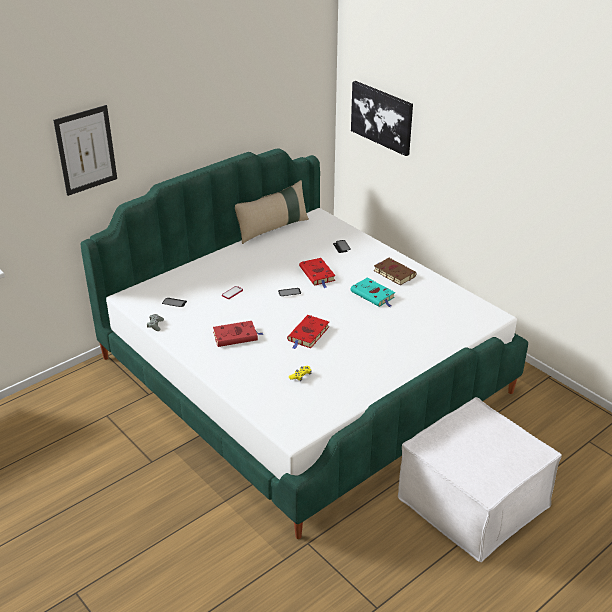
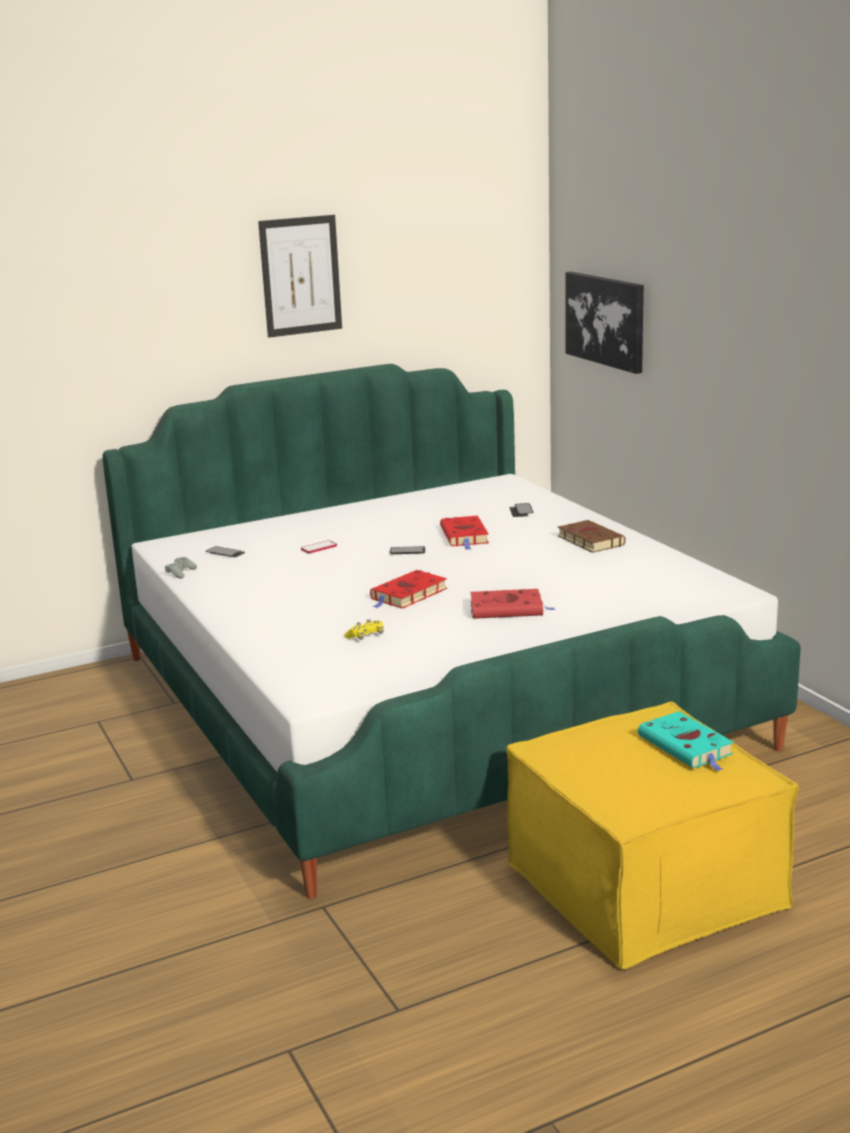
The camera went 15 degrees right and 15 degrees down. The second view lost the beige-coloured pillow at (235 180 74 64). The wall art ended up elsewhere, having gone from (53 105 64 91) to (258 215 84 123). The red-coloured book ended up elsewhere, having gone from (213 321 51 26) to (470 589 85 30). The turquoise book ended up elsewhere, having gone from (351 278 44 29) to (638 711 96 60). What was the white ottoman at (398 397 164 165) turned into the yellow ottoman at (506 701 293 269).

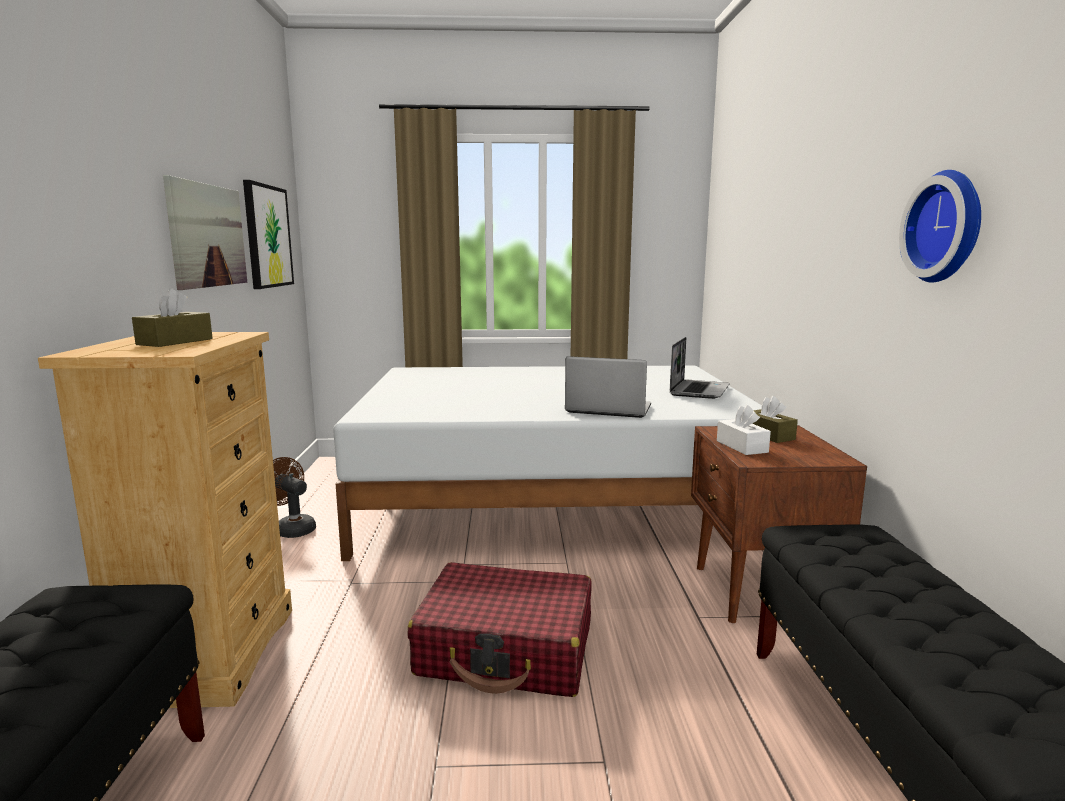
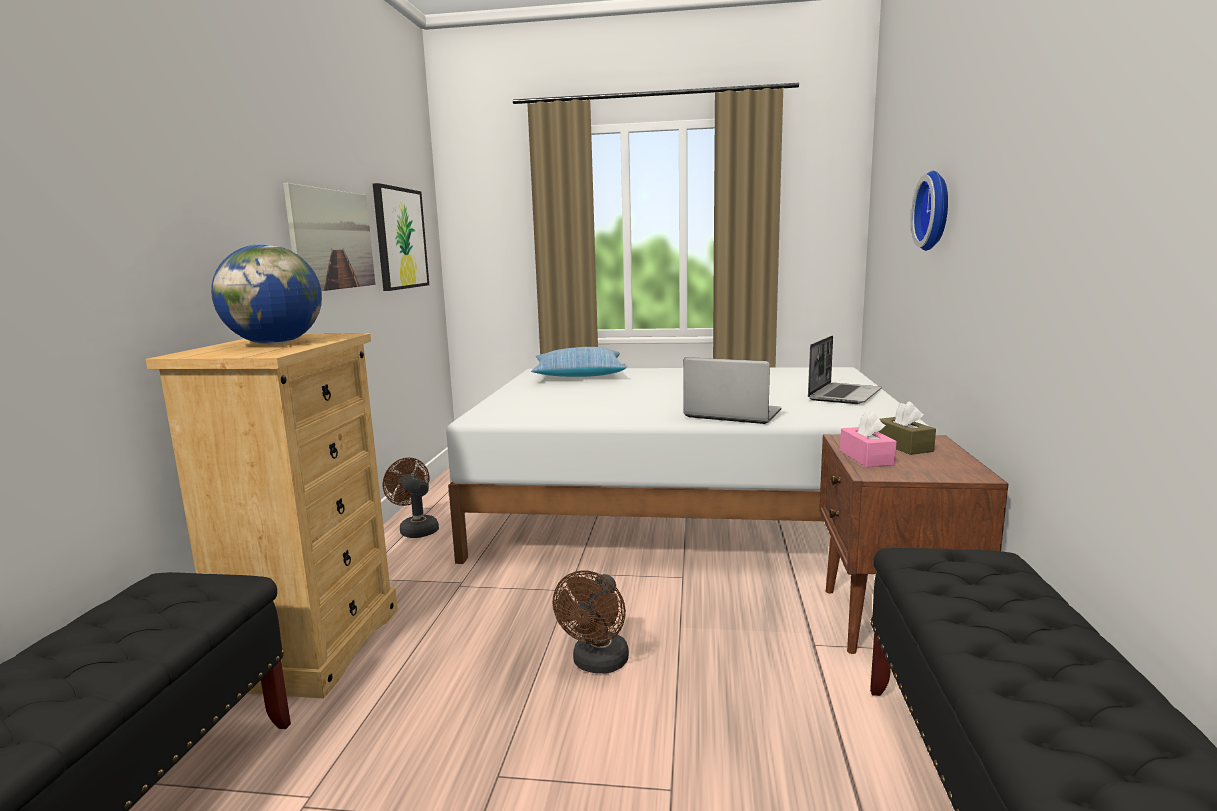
The camera went 10 degrees right and 0 degrees up. The second view gained the pillow at (531 347 95 30). The wall clock ended up elsewhere, having gone from (899 170 82 113) to (911 170 37 81). Where the brownish tissue holder stood at (132 288 81 59), the world globe came to stand at (211 244 111 100). Where the red-coloured piece of luggage stood at (407 562 185 135), the brownish fan came to stand at (553 570 76 103). What was the white tissue holder at (717 405 54 50) turned into the pink tissue holder at (840 411 57 56).

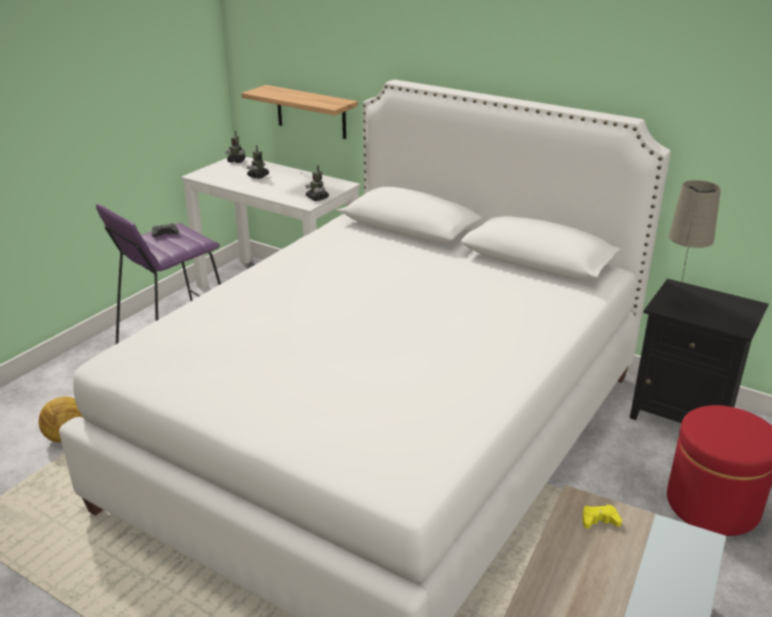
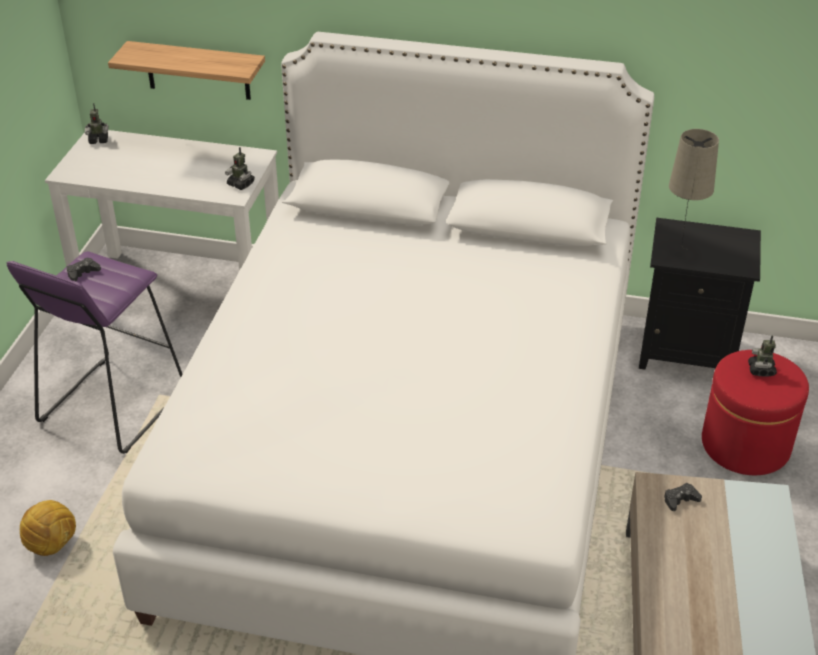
The camera went 20 degrees left and 10 degrees up. The toy robot ended up elsewhere, having gone from (247 145 22 34) to (748 336 29 41). What was the yellow game controller at (582 505 40 23) turned into the black game controller at (664 483 38 28).

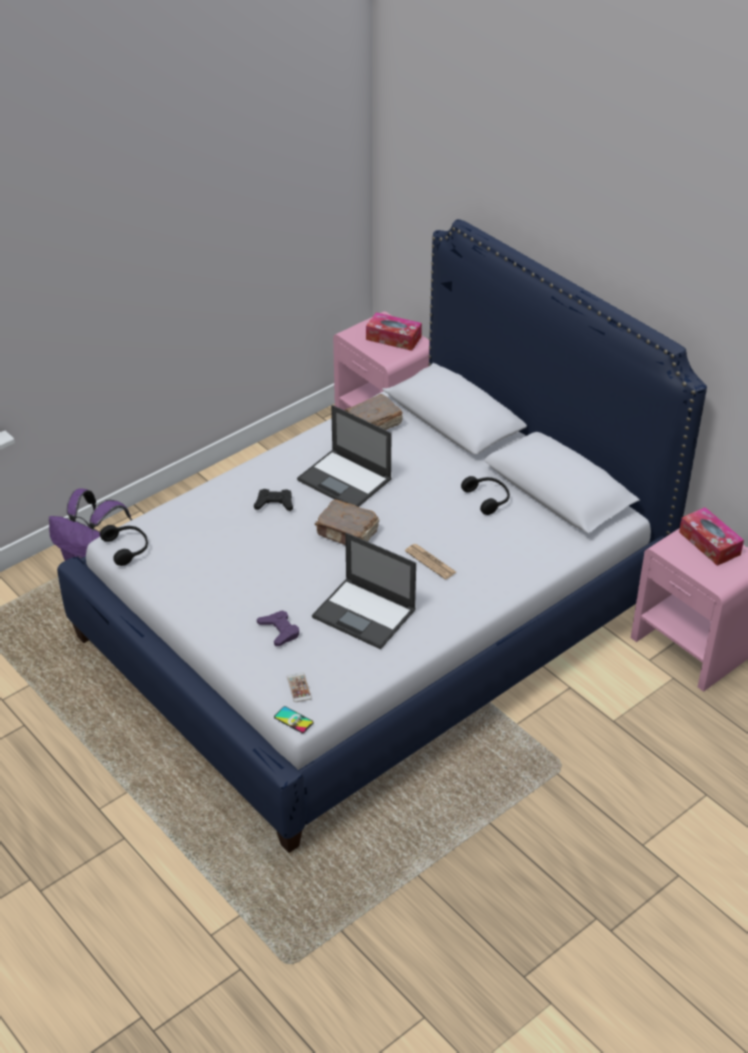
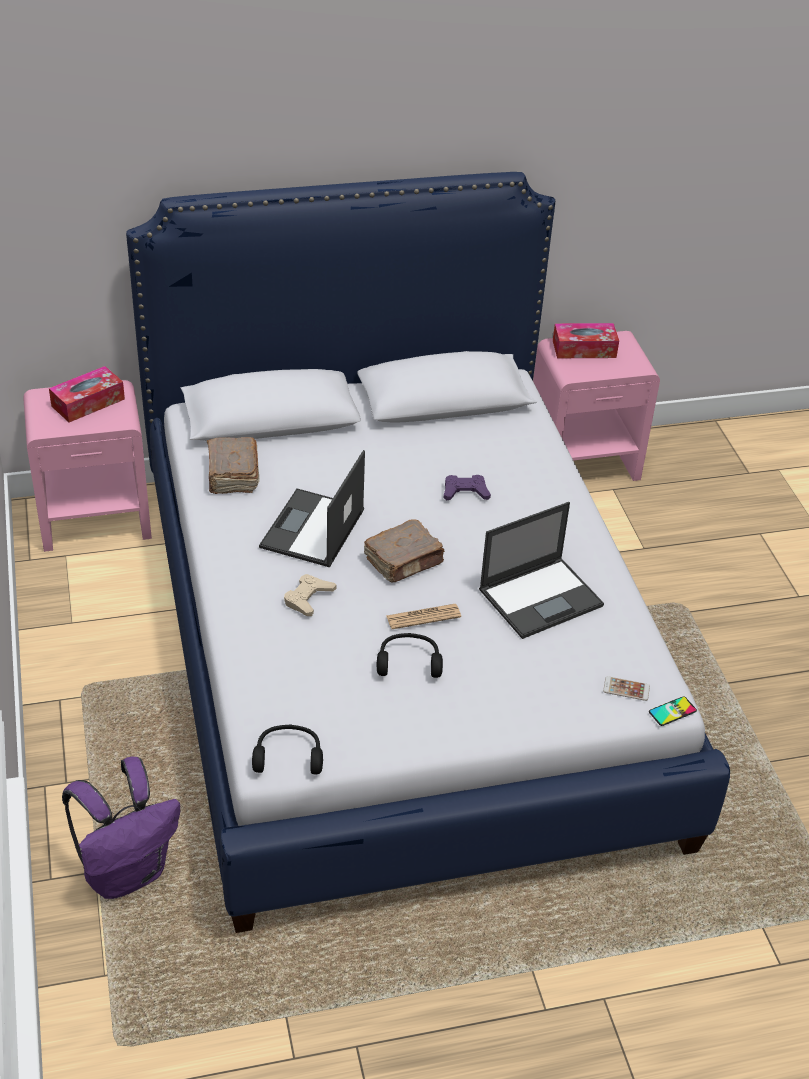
The camera went 65 degrees left and 0 degrees up. The purple-coloured game controller ended up elsewhere, having gone from (257 610 42 36) to (444 475 47 26). The daily paper ended up elsewhere, having gone from (405 544 51 35) to (386 604 75 25). The black headphones ended up elsewhere, having gone from (461 476 49 39) to (377 633 66 45). What was the black game controller at (254 489 39 22) turned into the beige-coloured game controller at (284 574 52 42). The laptop at (297 405 95 102) ended up facing another way, 135 degrees clockwise from before.

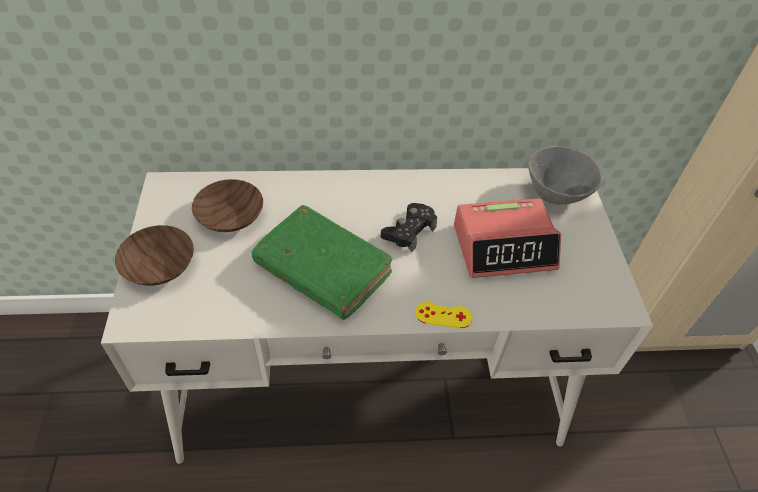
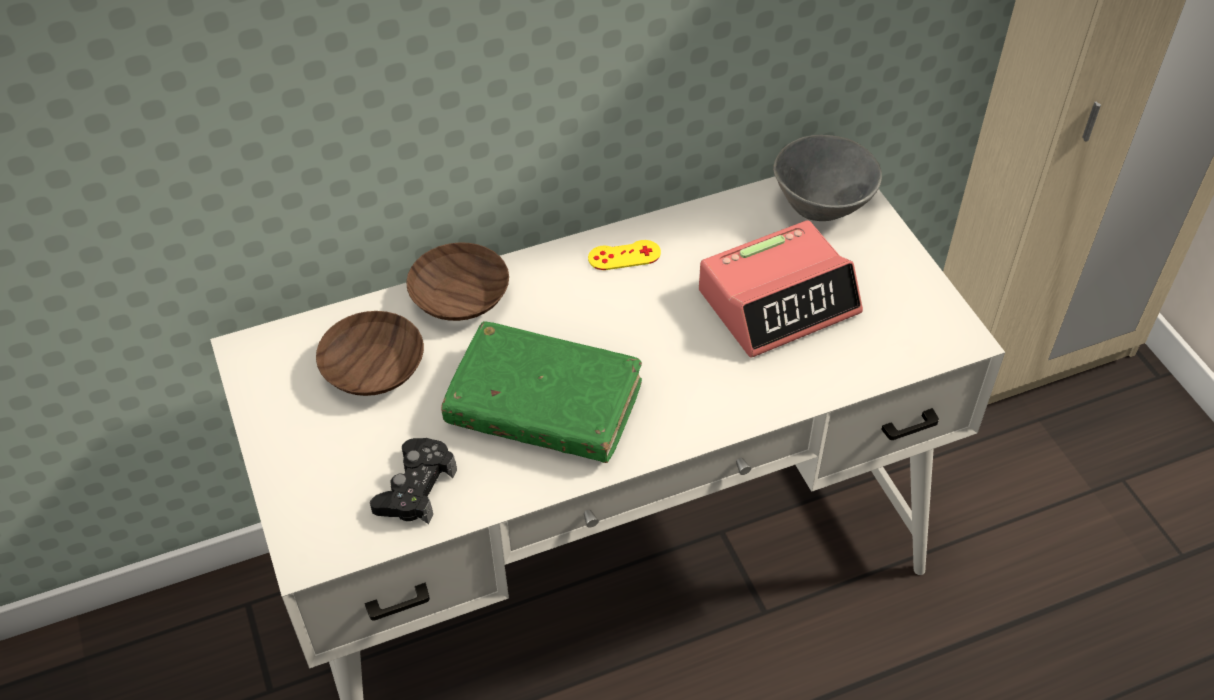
The camera went 15 degrees left and 0 degrees up. The brownish serving bowl ended up elsewhere, having gone from (115 225 79 61) to (406 242 103 79). The black game controller ended up elsewhere, having gone from (381 203 56 49) to (370 438 87 86). The yellow game controller ended up elsewhere, having gone from (415 302 57 26) to (588 240 73 30).

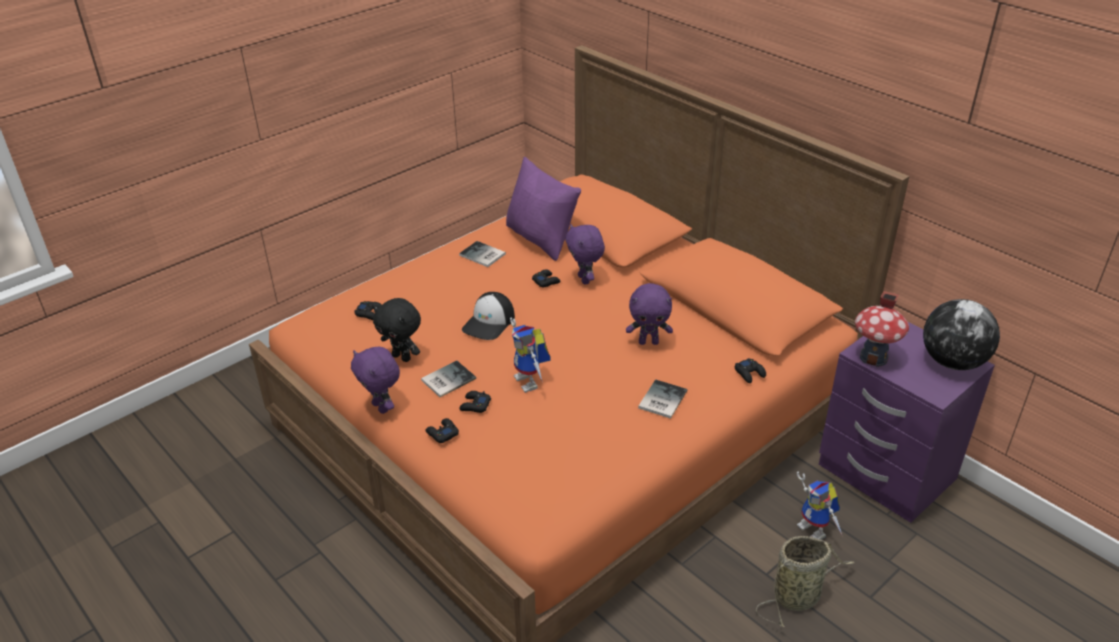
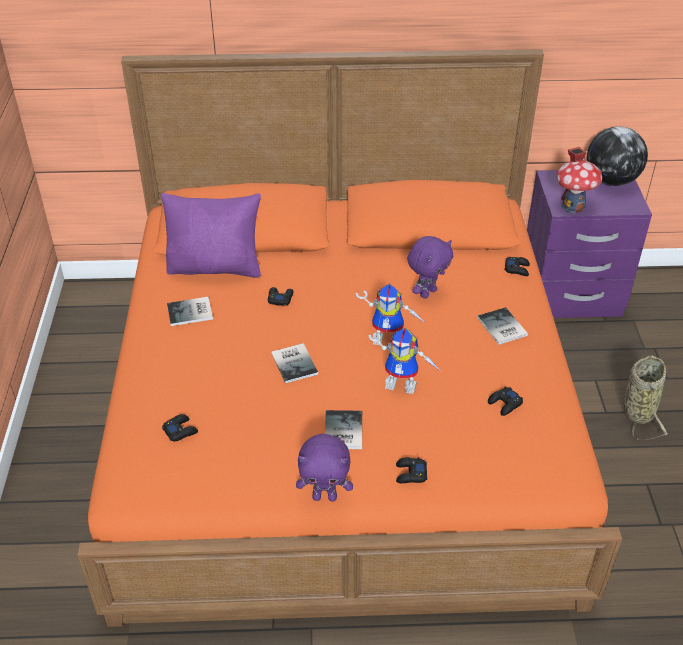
The camera went 50 degrees left and 5 degrees up. The second view lost the black cuddly toy at (373 298 48 64). The second view lost the purple-coloured cuddly toy at (565 224 40 60). The black game controller ended up elsewhere, having gone from (459 391 32 22) to (488 387 35 29). The toy robot ended up elsewhere, having gone from (797 471 45 69) to (356 284 69 61). Where the peaked cap stood at (462 292 53 48), the book came to stand at (271 343 47 40).

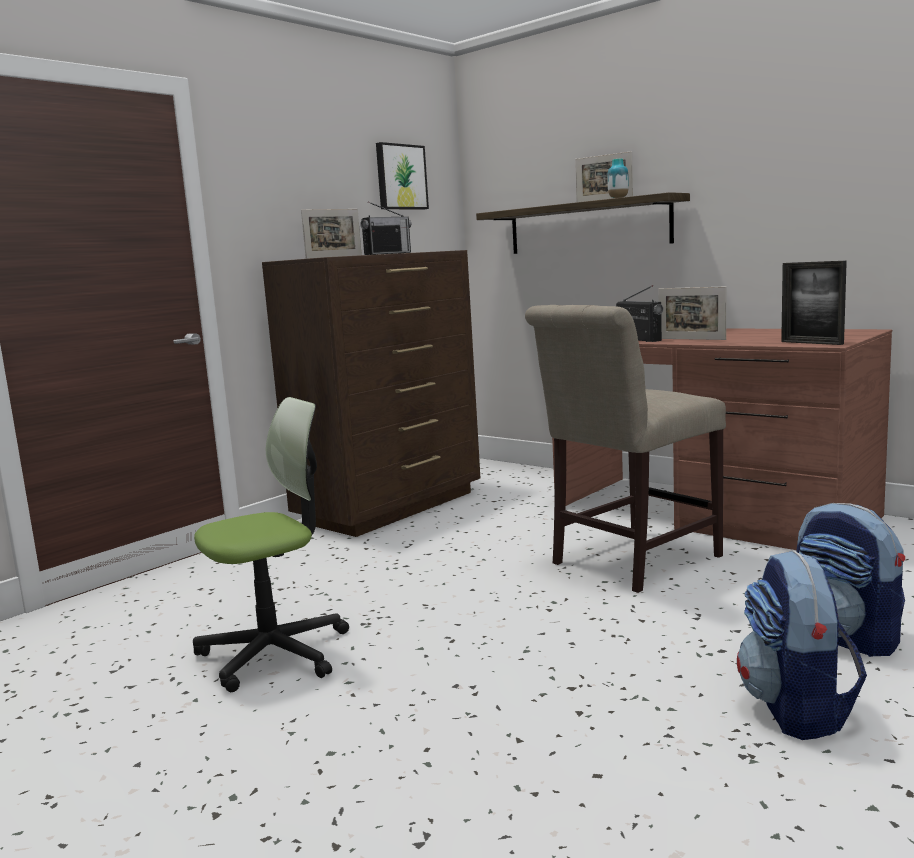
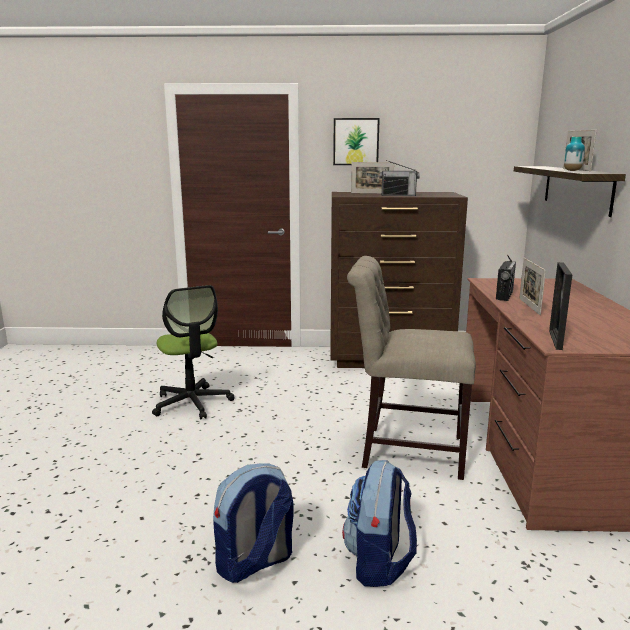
The camera went 50 degrees right and 5 degrees up. The wall art ended up elsewhere, having gone from (376 142 53 67) to (333 118 47 47). The desk chair at (193 397 156 295) ended up facing another way, 45 degrees clockwise from before.

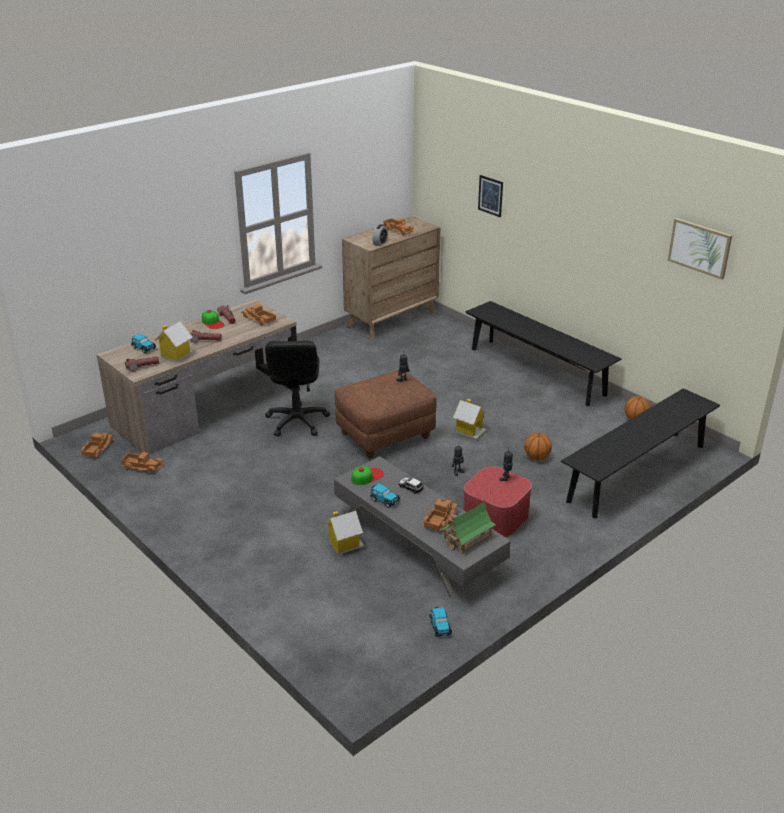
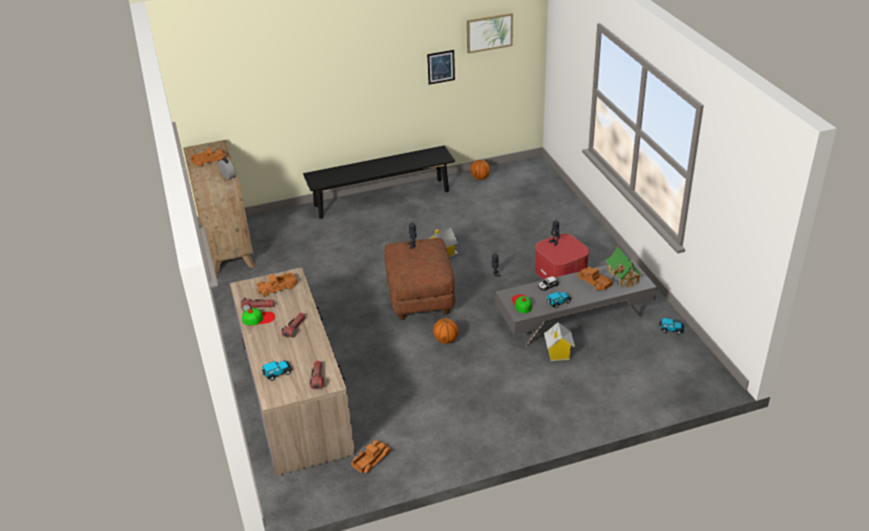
The camera went 65 degrees left and 5 degrees up. The second view lost the toy lorry at (81 432 33 25). The second view lost the model house at (155 321 38 42). The second view lost the black desk chair at (265 340 65 97). The second view lost the black bench at (561 388 159 130). The wall art ended up elsewhere, having gone from (478 175 25 42) to (427 50 28 35). The basketball ended up elsewhere, having gone from (525 433 27 27) to (433 318 25 26).

